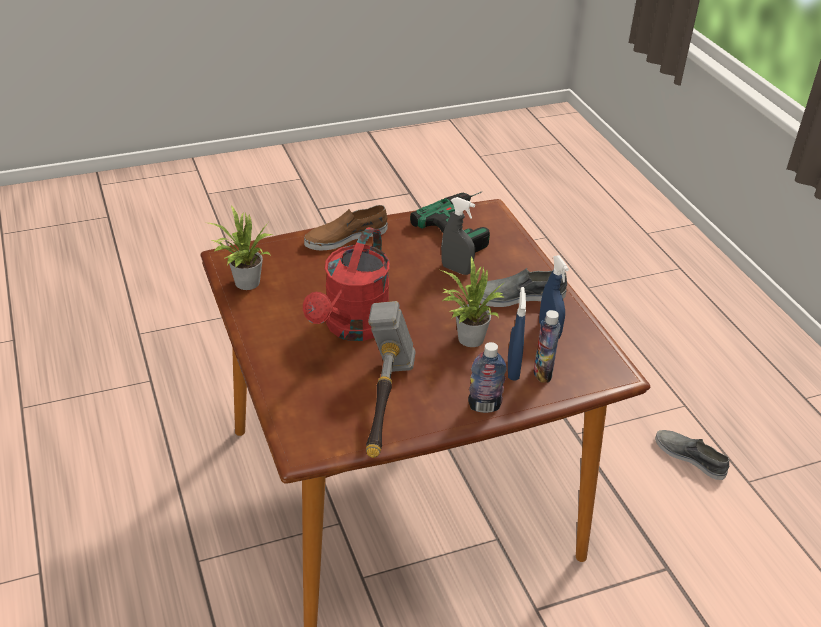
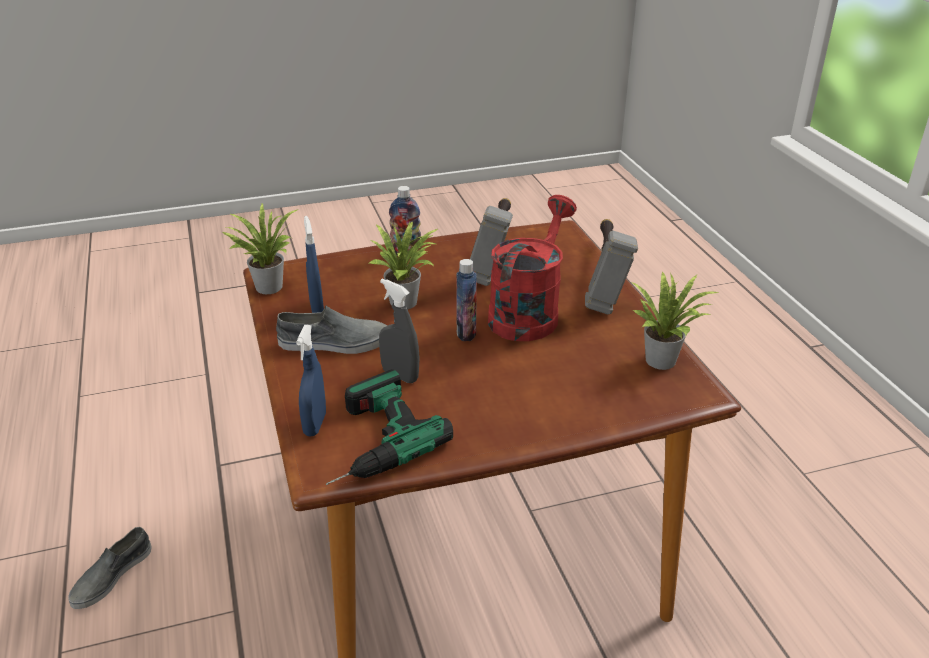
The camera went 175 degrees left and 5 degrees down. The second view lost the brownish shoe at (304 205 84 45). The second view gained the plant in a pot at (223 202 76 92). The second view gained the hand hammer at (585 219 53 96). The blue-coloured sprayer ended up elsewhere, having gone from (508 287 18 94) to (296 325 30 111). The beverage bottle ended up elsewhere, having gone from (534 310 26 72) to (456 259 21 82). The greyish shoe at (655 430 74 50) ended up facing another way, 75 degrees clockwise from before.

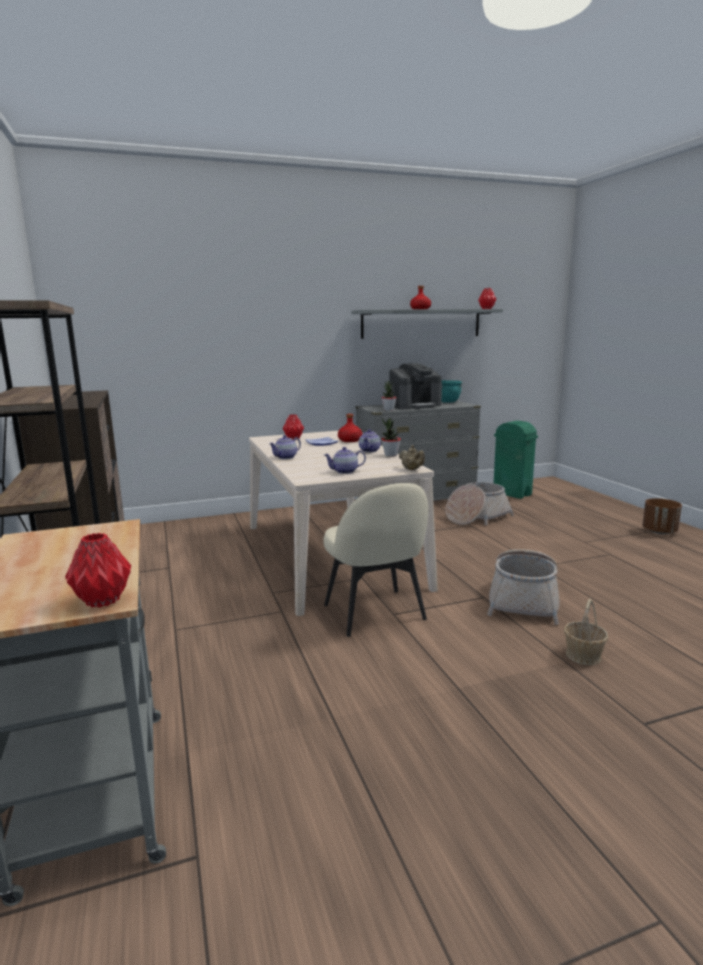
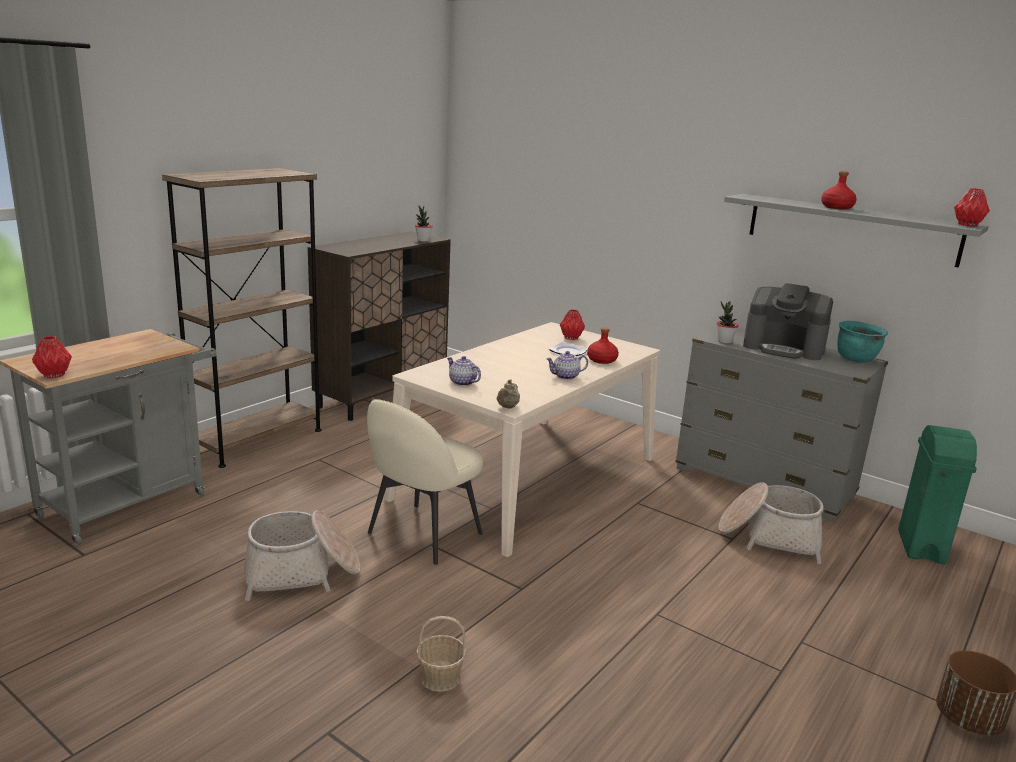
The camera went 55 degrees right and 5 degrees up. The second view lost the pot for tea at (269 435 32 24). The plant in a pot ended up elsewhere, having gone from (381 418 20 39) to (415 206 18 36). The basket ended up elsewhere, having gone from (487 549 73 76) to (244 511 117 90).

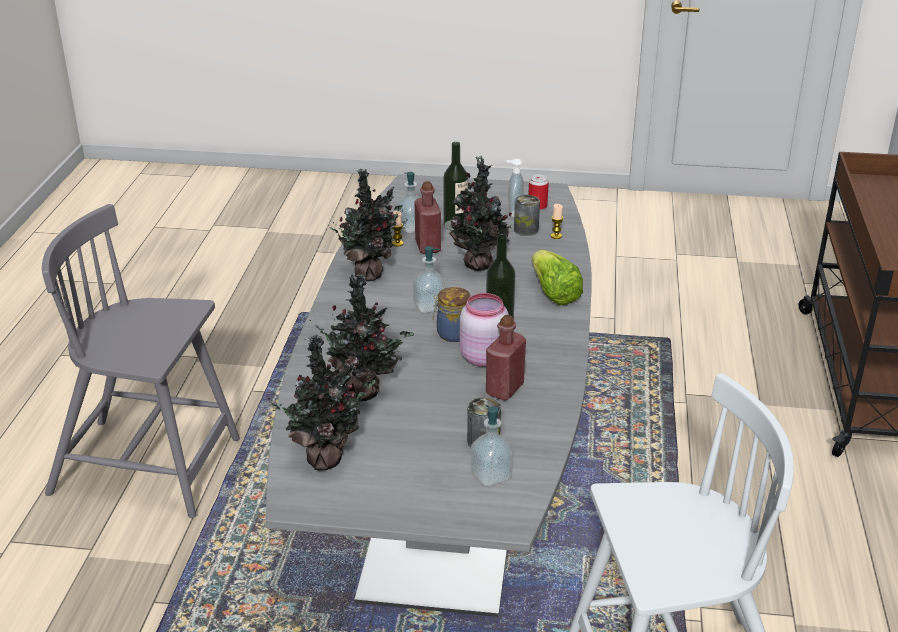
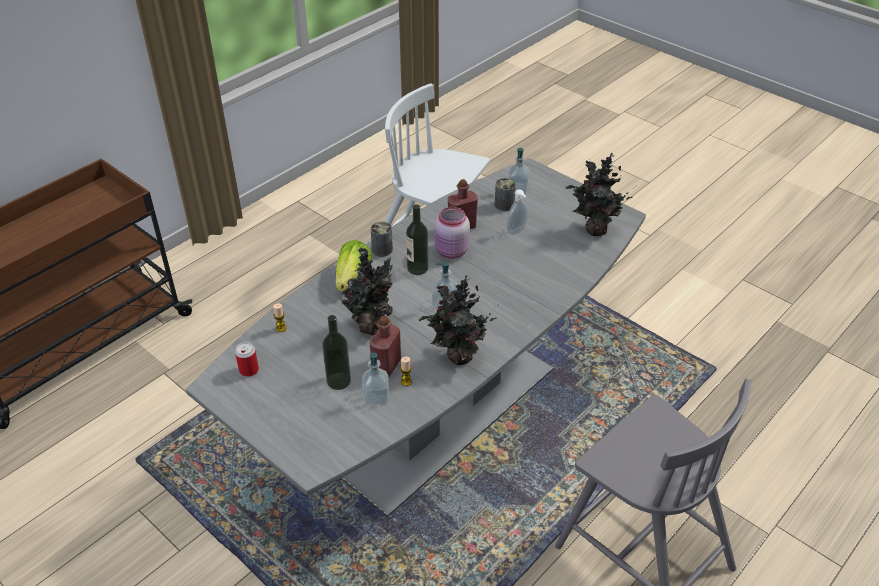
The camera went 145 degrees left and 10 degrees up. The second view lost the plant in a pot at (310 274 104 127). The second view lost the jar at (433 287 37 55). The liquid soap bottle ended up elsewhere, having gone from (507 159 17 58) to (507 190 21 45). The metal can ended up elsewhere, having gone from (514 195 26 41) to (371 222 22 35).

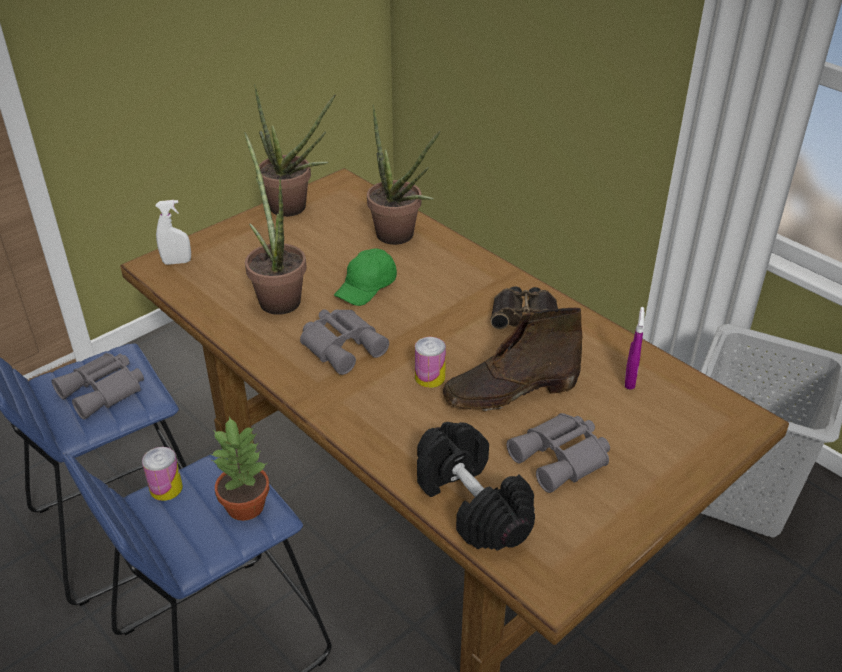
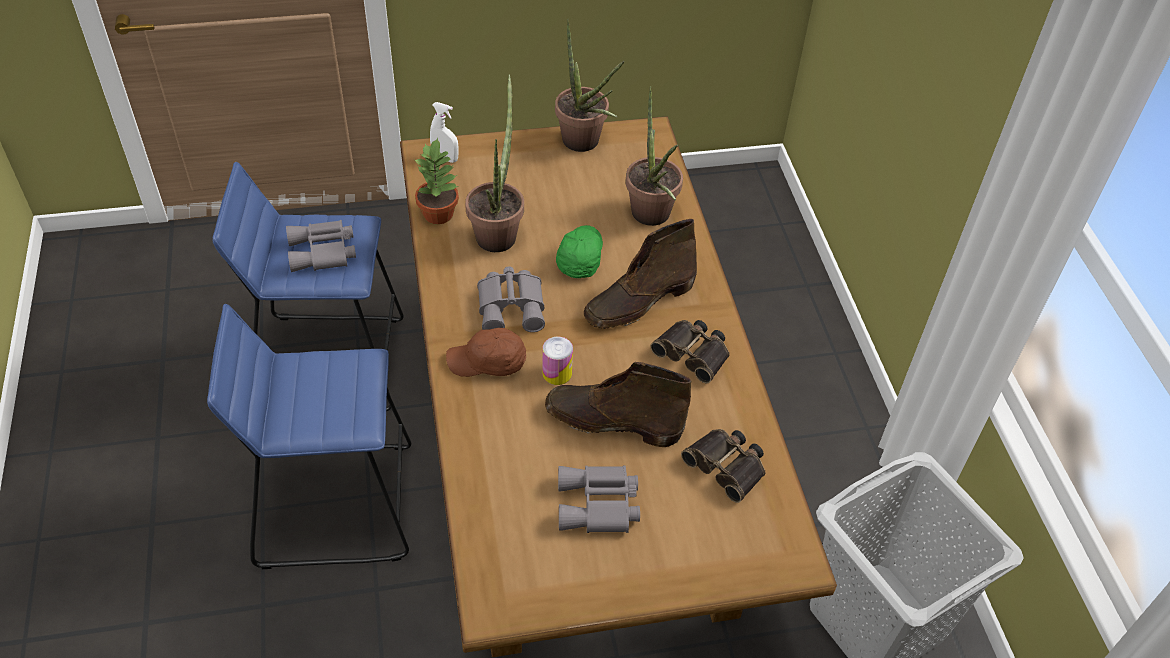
The camera went 30 degrees right and 10 degrees up. The second view lost the metal can at (142 447 41 54). The second view lost the black dumbbell at (417 422 118 128). The second view gained the brownish peaked cap at (446 328 80 49). The second view gained the brownish boot at (584 219 113 110). The plant in a pot ended up elsewhere, having gone from (210 416 59 105) to (413 138 46 86). Where the purple-coloured sprayer stood at (625 307 20 83), the field glasses came to stand at (681 429 85 74). The green-coloured peaked cap at (334 248 63 58) ended up facing another way, 120 degrees clockwise from before.

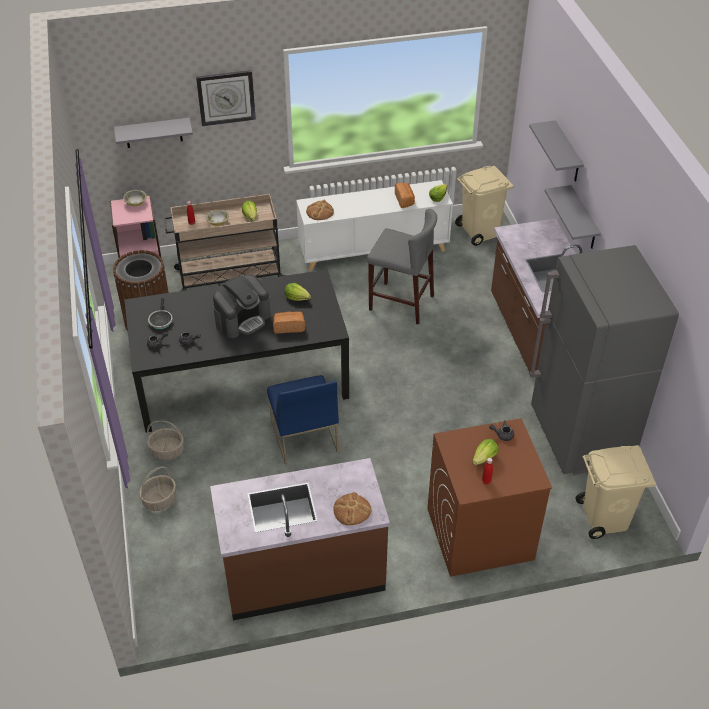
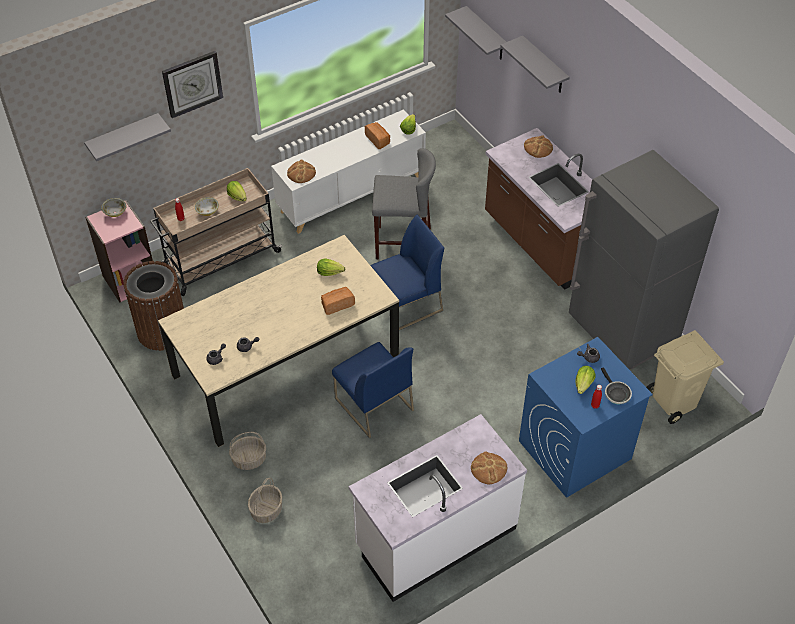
The camera went 20 degrees left and 5 degrees up. The second view lost the coffee machine at (213 275 58 63). The second view lost the beige-coloured waste bin at (455 166 59 80). The second view gained the blue-coloured plain chair at (370 214 74 116). The second view gained the bread at (524 135 29 23). The skillet ended up elsewhere, having gone from (148 298 25 31) to (601 367 31 37). The greyish bracket shelf ended up elsewhere, having gone from (545 185 56 64) to (445 6 61 53). What was the black kitchen table at (124 269 225 164) turned into the beige-coloured kitchen table at (158 235 241 212). What was the brownish kitchen counter at (210 458 180 162) turned into the white kitchen counter at (349 414 178 188). What was the brownish washing machine at (427 418 125 159) turned into the blue-coloured washing machine at (519 337 134 161).

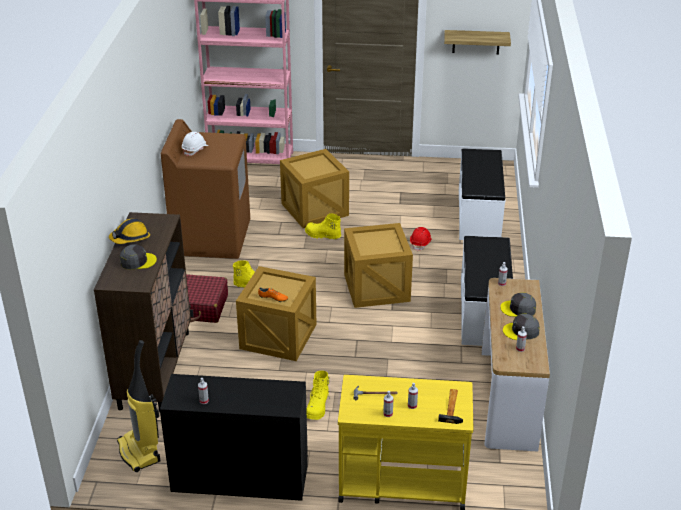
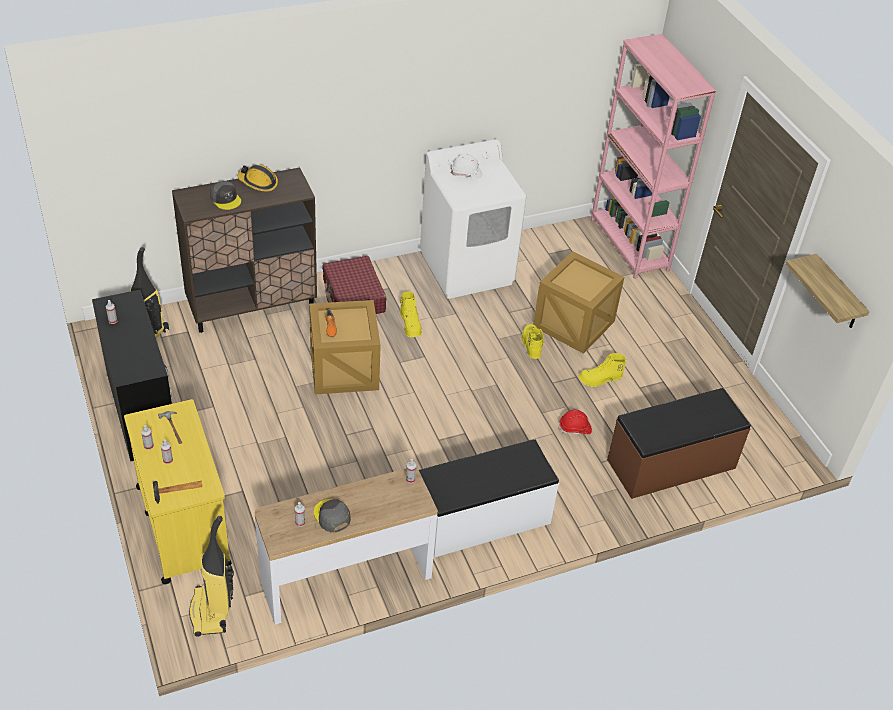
The camera went 60 degrees right and 10 degrees up. The second view lost the crate at (344 223 69 85). The second view lost the greyish peaked cap at (500 292 36 25). The second view gained the vacuum cleaner at (189 516 45 121). The yellow boot ended up elsewhere, having gone from (306 371 24 49) to (579 353 47 34). What was the brownish washing machine at (161 119 89 140) turned into the white washing machine at (420 139 106 160). What was the white bench at (459 148 46 92) turned into the brownish bench at (607 388 144 111).

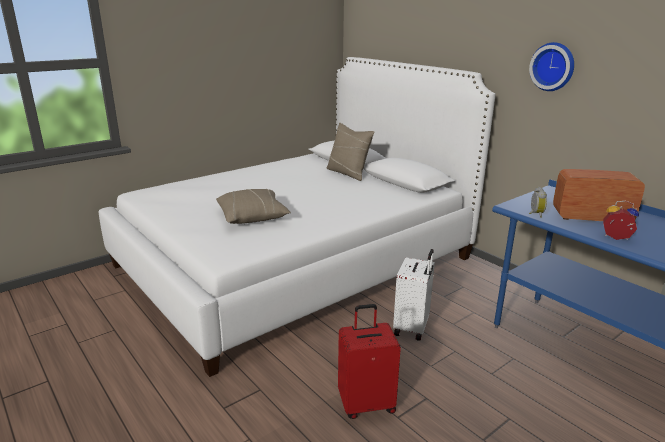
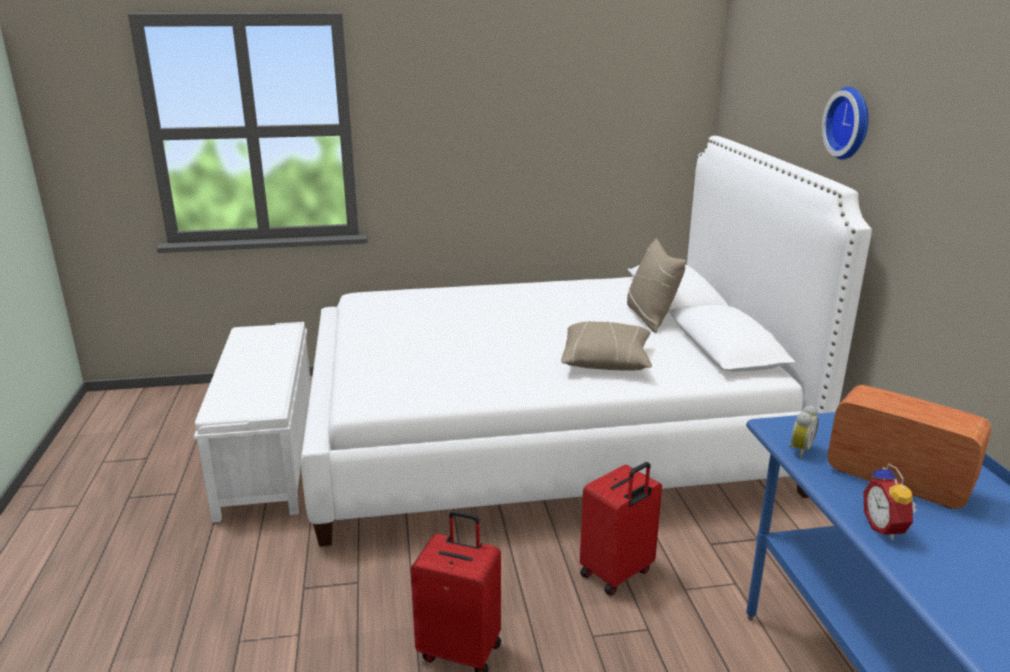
The camera went 30 degrees right and 0 degrees up. The second view gained the white bench at (194 322 117 201). The beige-coloured pillow ended up elsewhere, having gone from (216 189 75 35) to (561 321 91 50). The wall clock ended up elsewhere, having gone from (529 42 45 49) to (822 87 47 73). What was the white piece of luggage at (393 249 42 92) turned into the red-coloured piece of luggage at (580 462 82 134). The table clock at (603 201 36 39) ended up facing another way, 150 degrees counterclockwise from before.

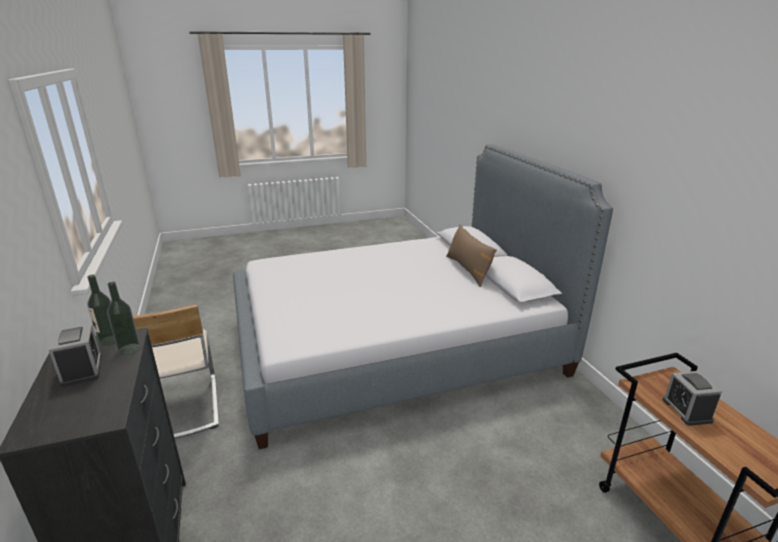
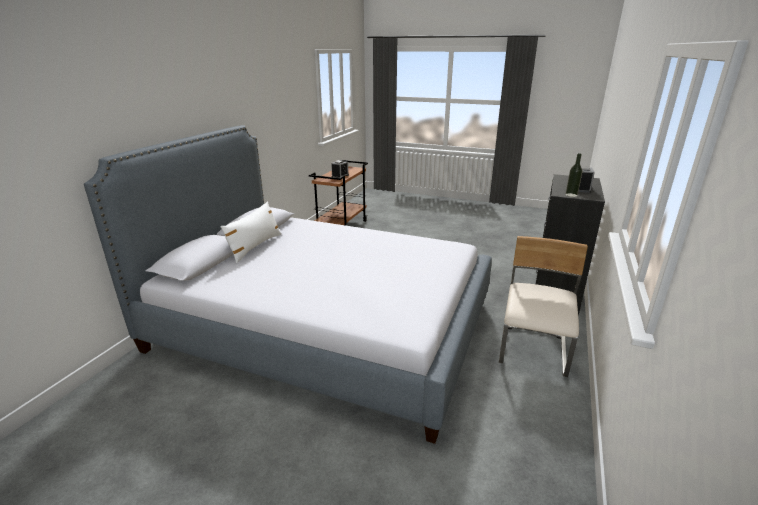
The camera went 140 degrees left and 0 degrees up. The second view lost the beverage bottle at (107 282 33 73). What was the brownish pillow at (446 224 51 63) turned into the white pillow at (220 201 62 62).

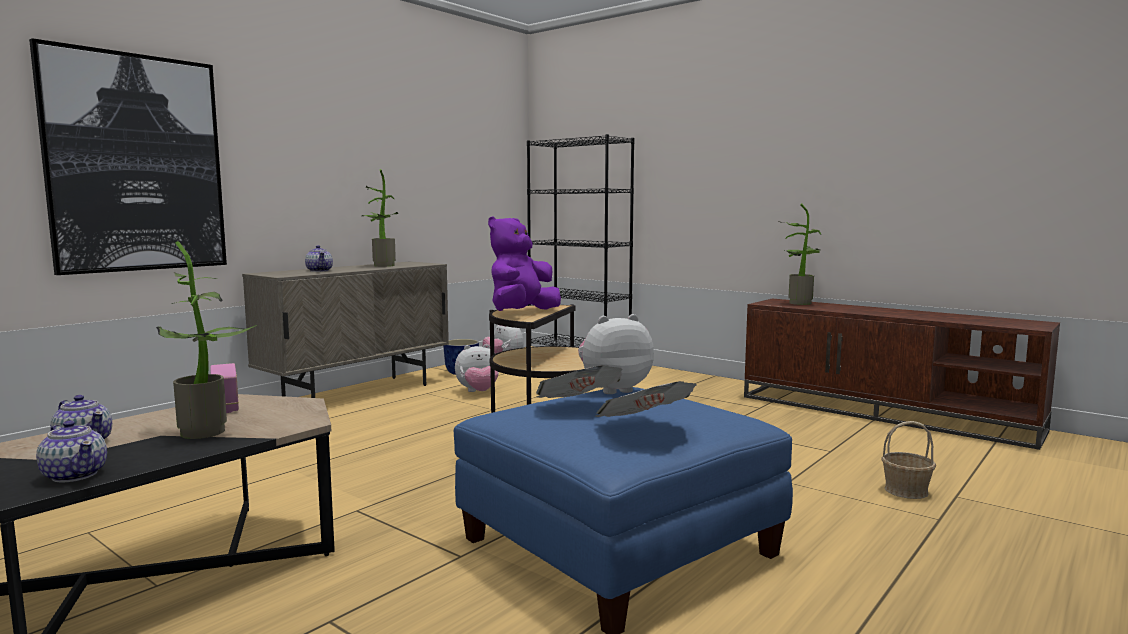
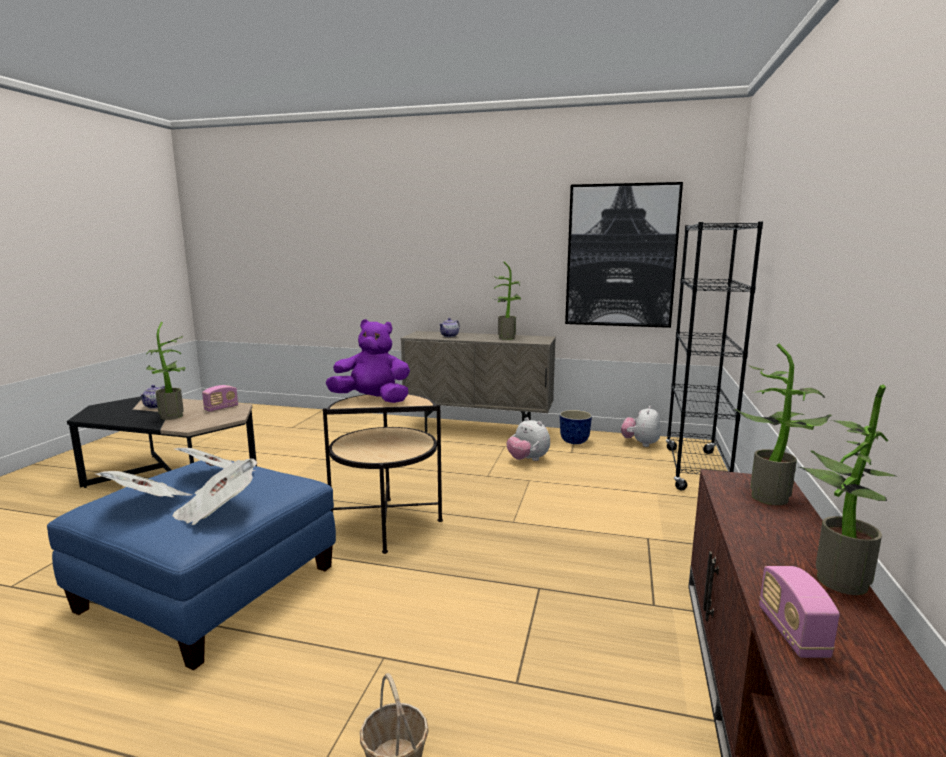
The camera went 65 degrees right and 5 degrees up. The second view lost the pot for tea at (36 420 71 63). The second view lost the cuddly toy at (578 314 76 80). The second view gained the daily paper at (173 459 84 66). The second view gained the radio set at (759 566 81 92). The second view gained the plant in a pot at (799 384 100 211). The wall art ended up elsewhere, having gone from (29 38 198 237) to (565 182 118 146).

